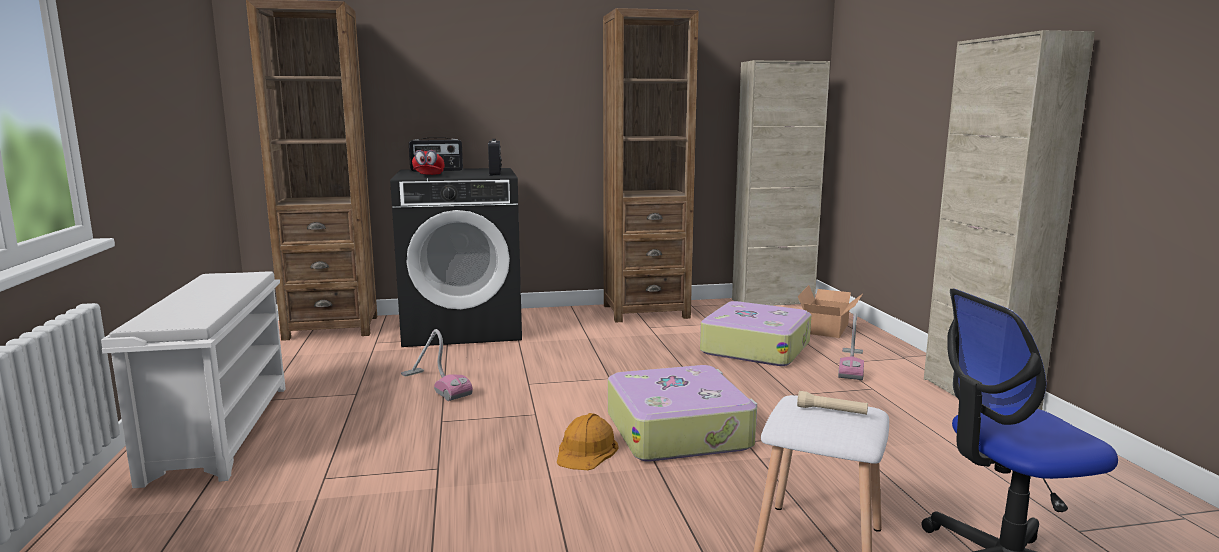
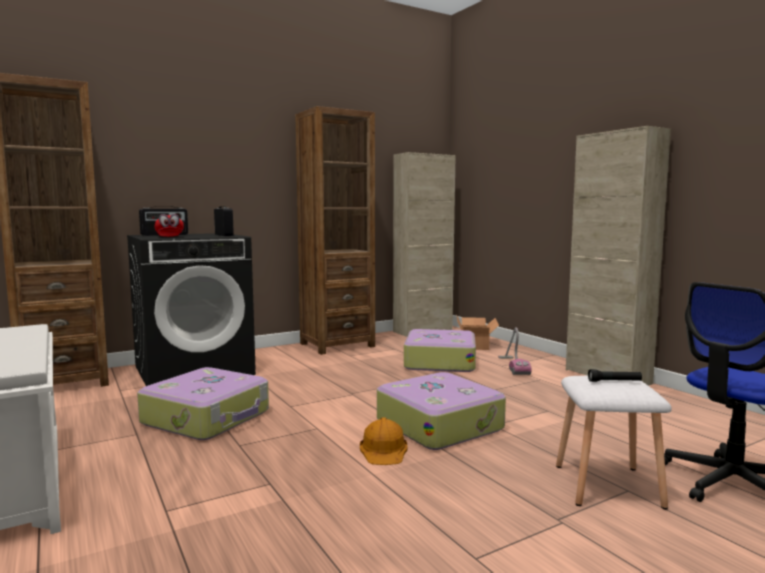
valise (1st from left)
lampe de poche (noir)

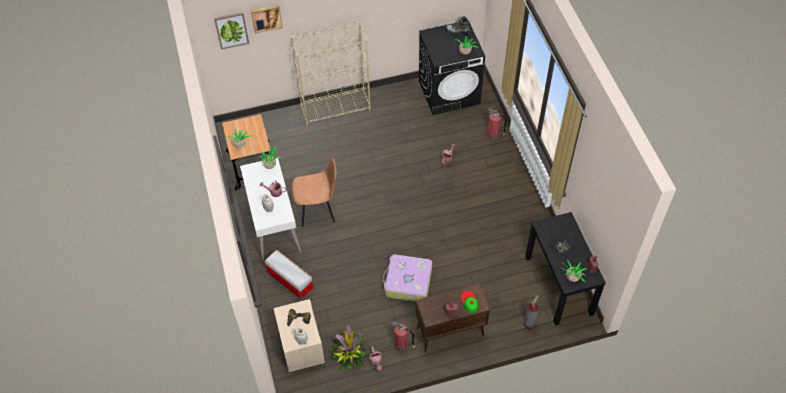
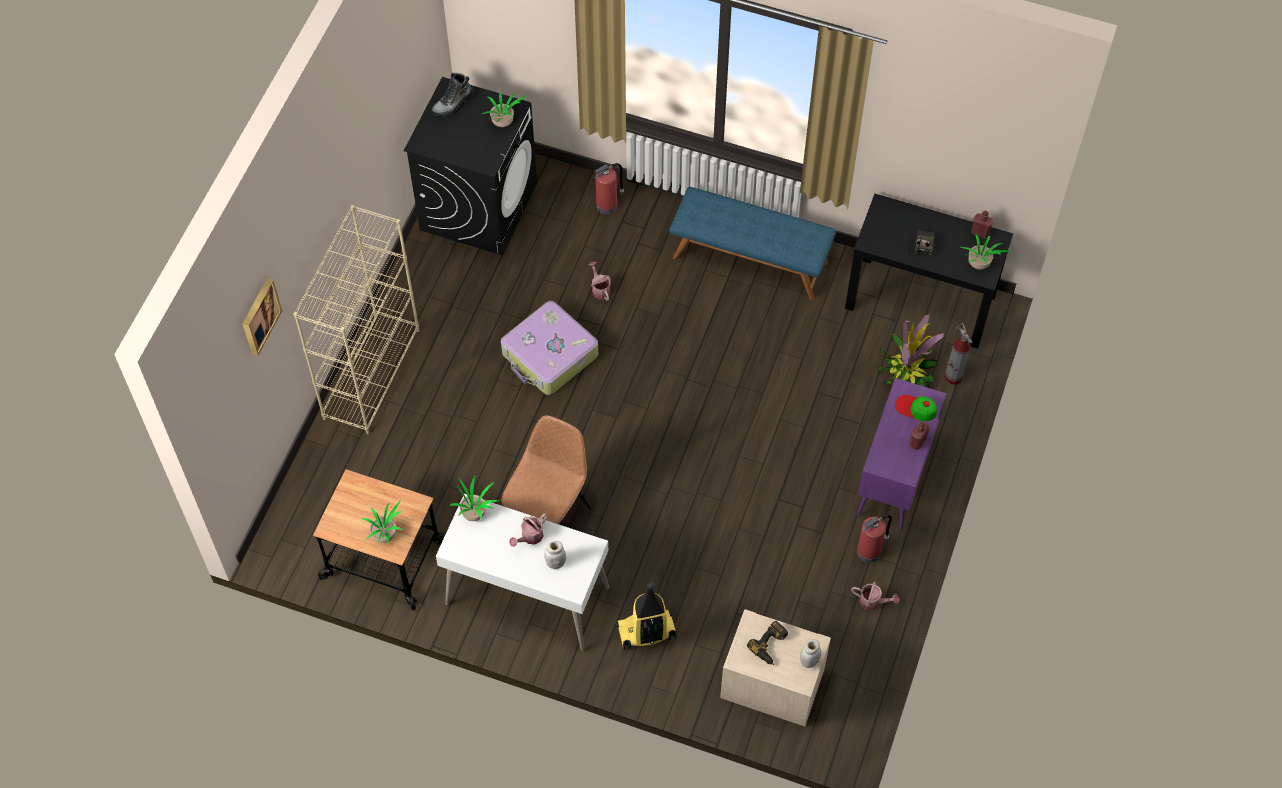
valise
aspirateur
banc (bleu)
meuble de rangement (violet)
plante en pot (4th from left)
tableau (1st from left in the first image)

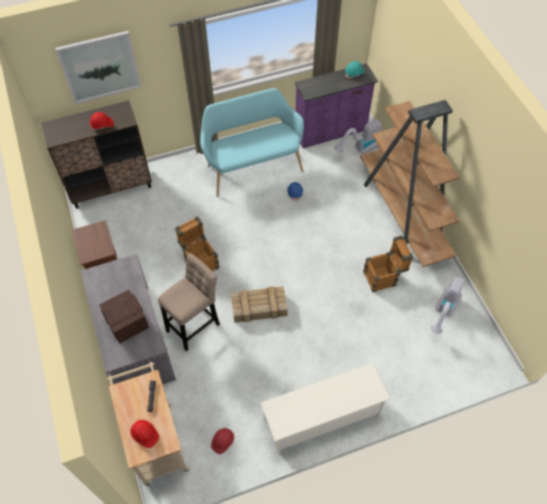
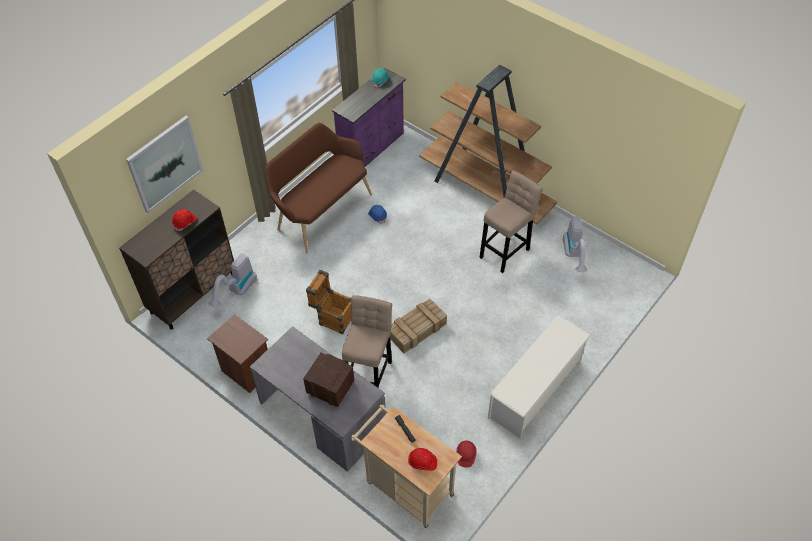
aspirateur (1st from left)
banc (marron)
tabouret (beige) (2nd from left)

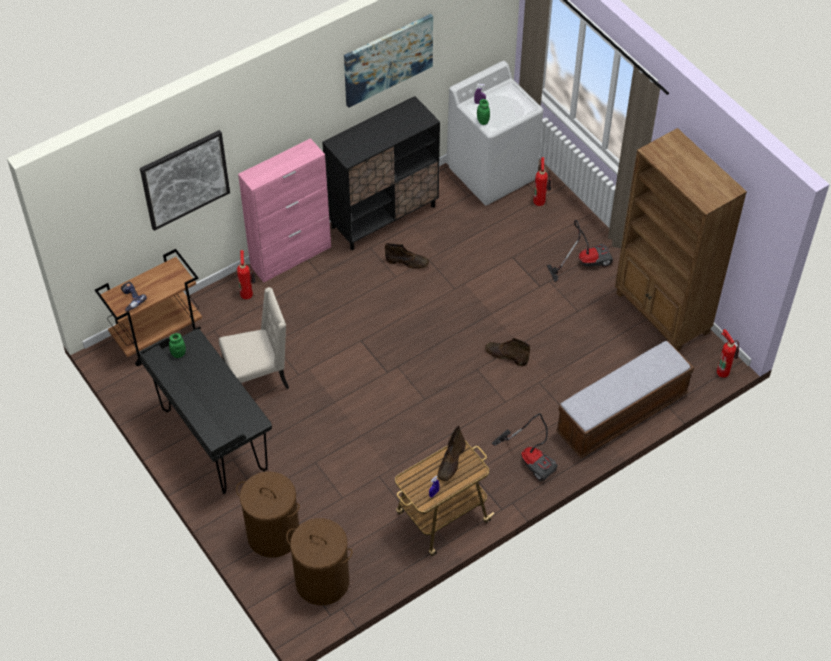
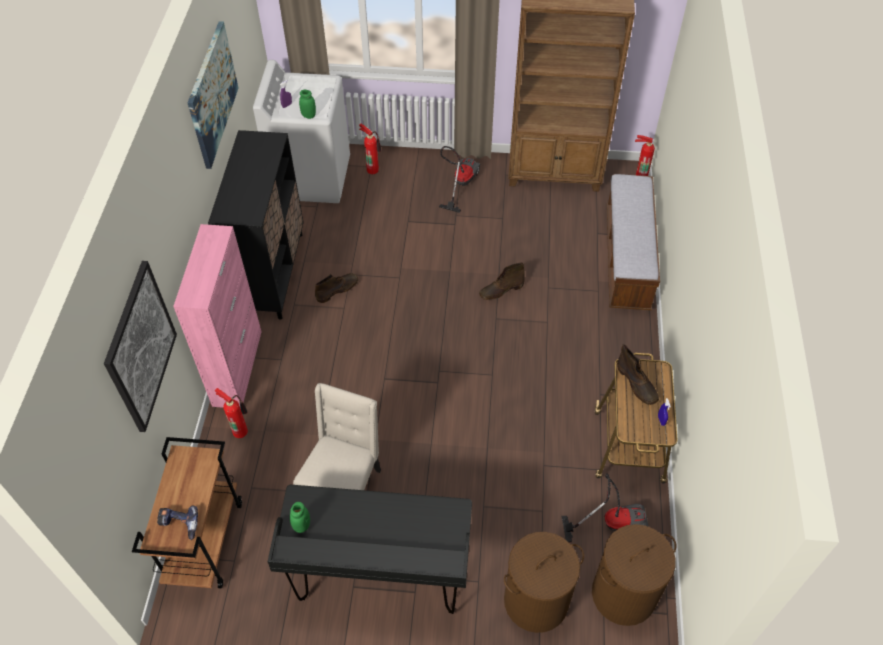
aspirateur (2nd from left)

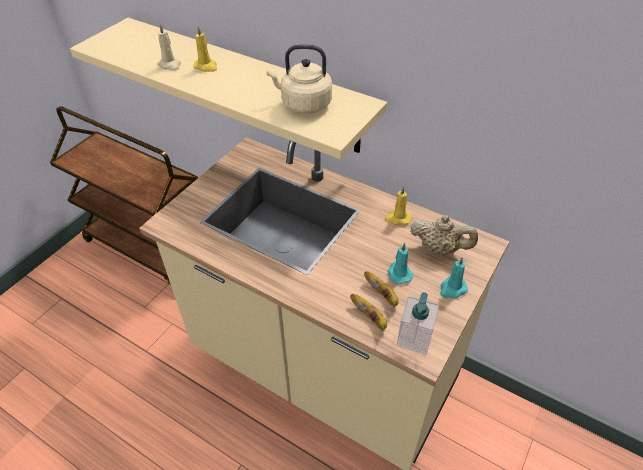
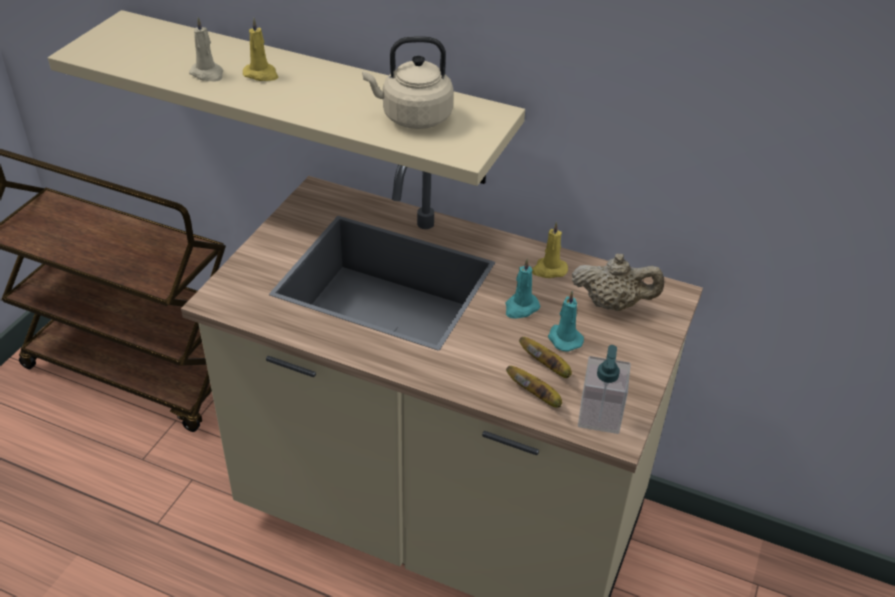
bougie (turquoise) (1st from left)

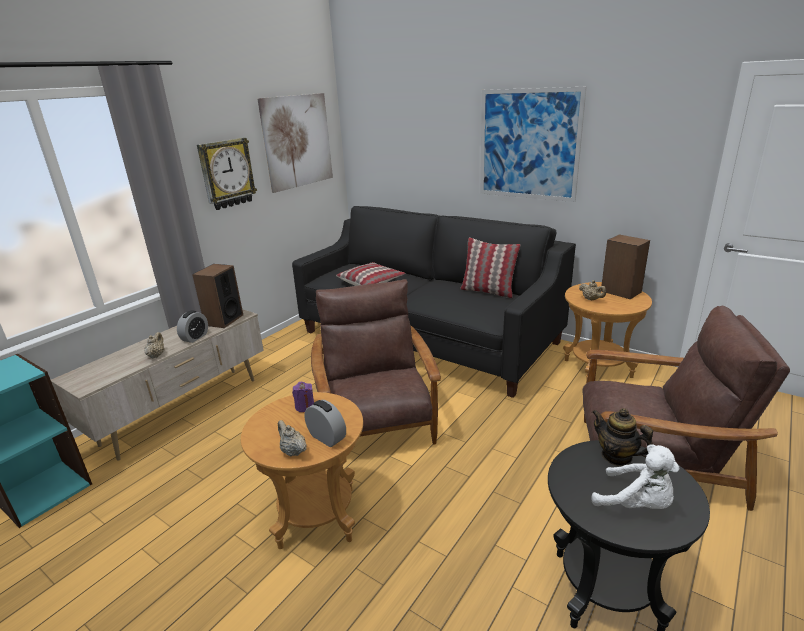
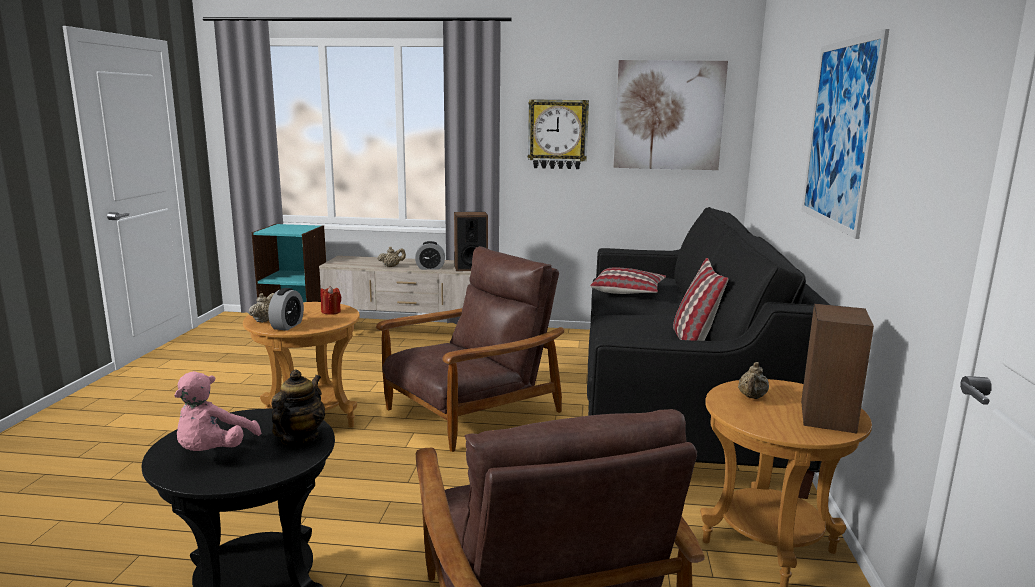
peluche (rose)
bougie (rouge)

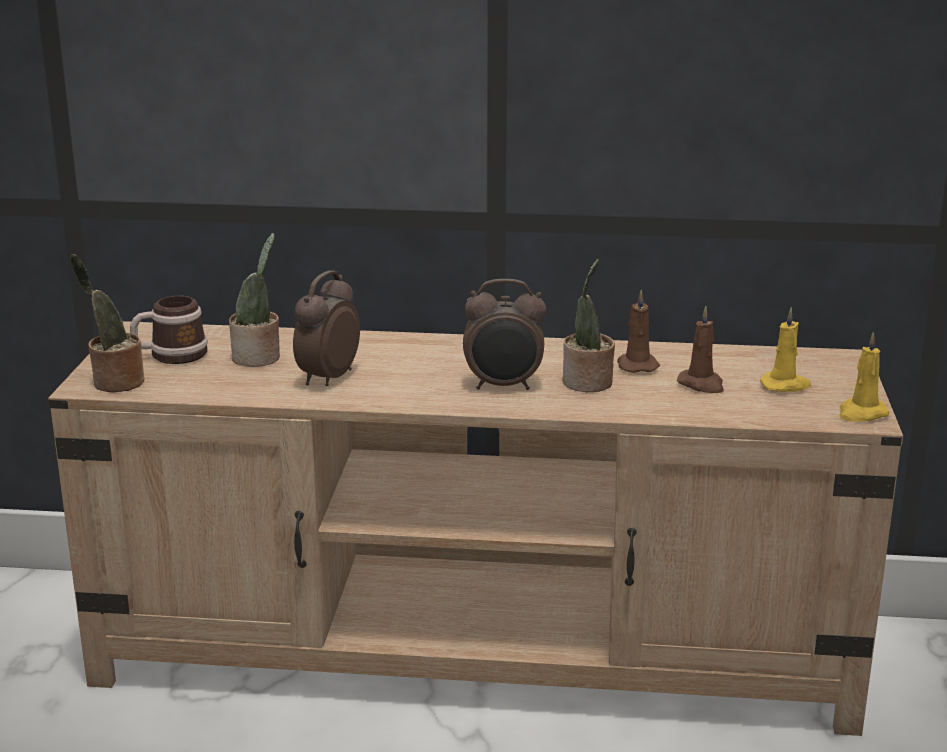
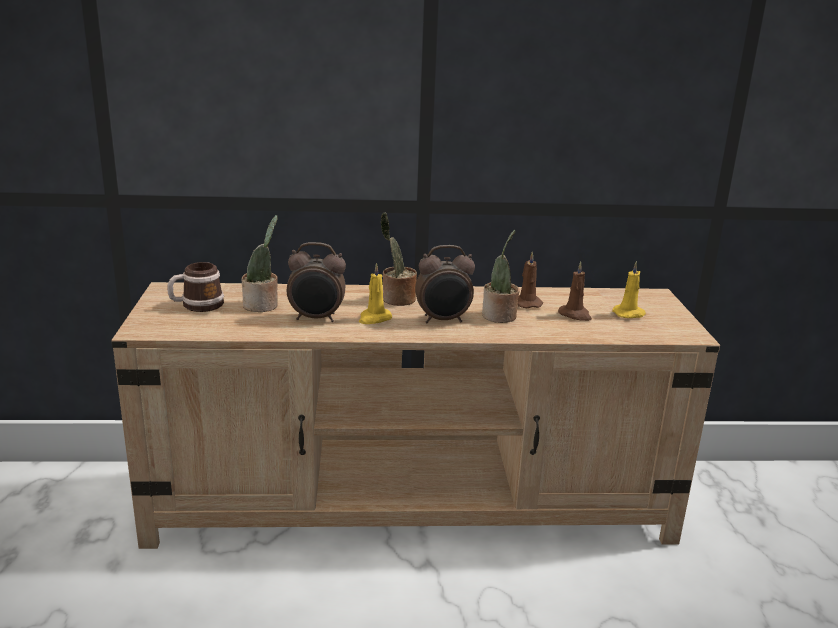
réveil (1st from left)
bougie (jaune) (1st from left)
plante en pot (2nd from left)

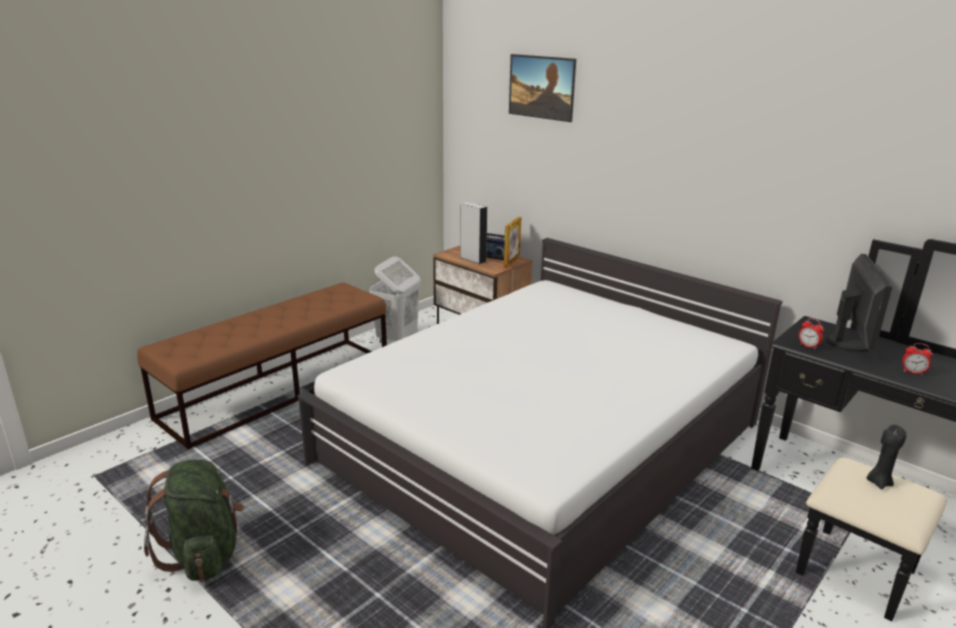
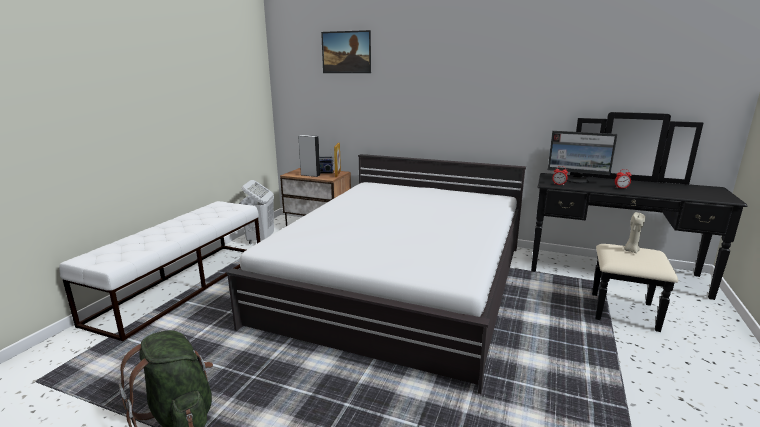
banc (blanc)
écran d'ordinateur
bougie (beige)

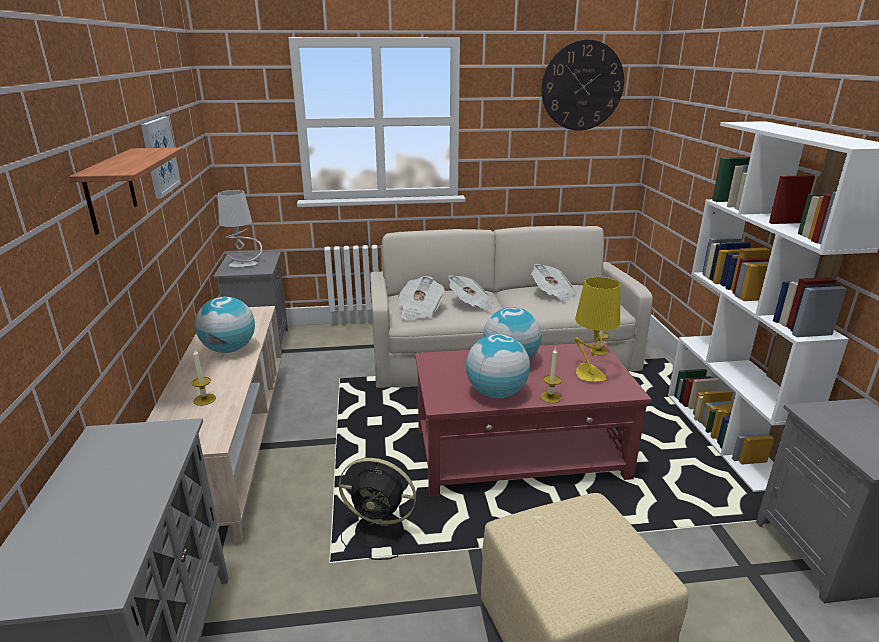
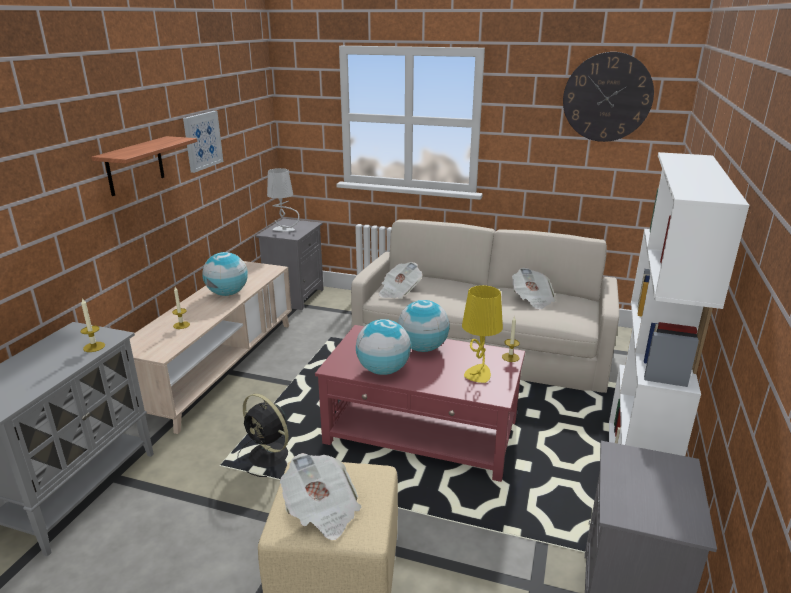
bougie (1st from left)
journal (1st from left)

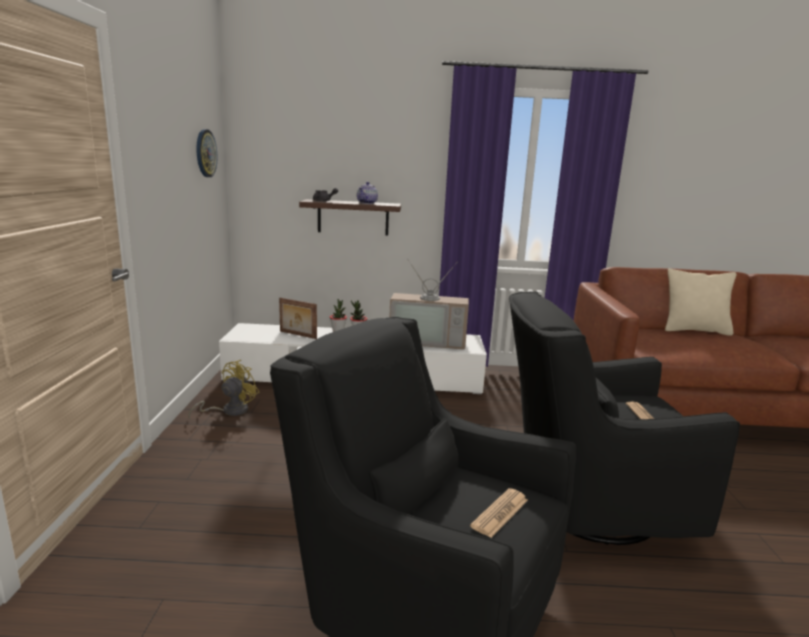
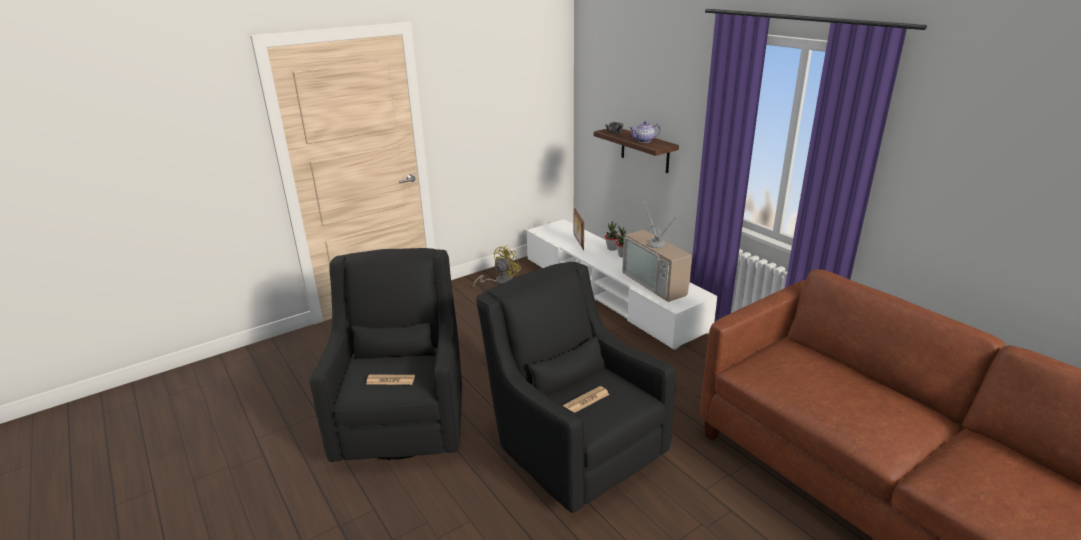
ventilateur (jaune)
horloge murale
coussin (beige)

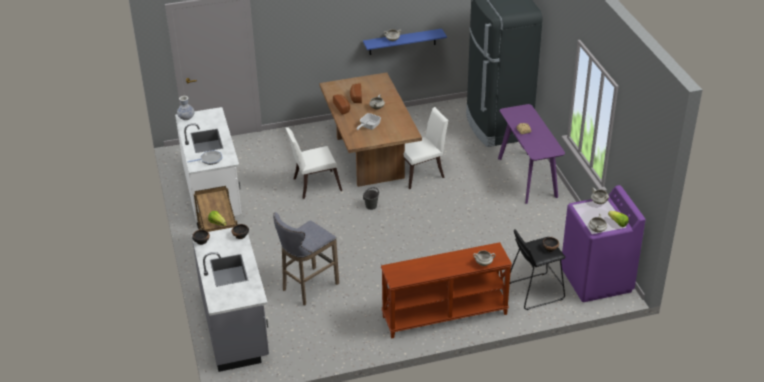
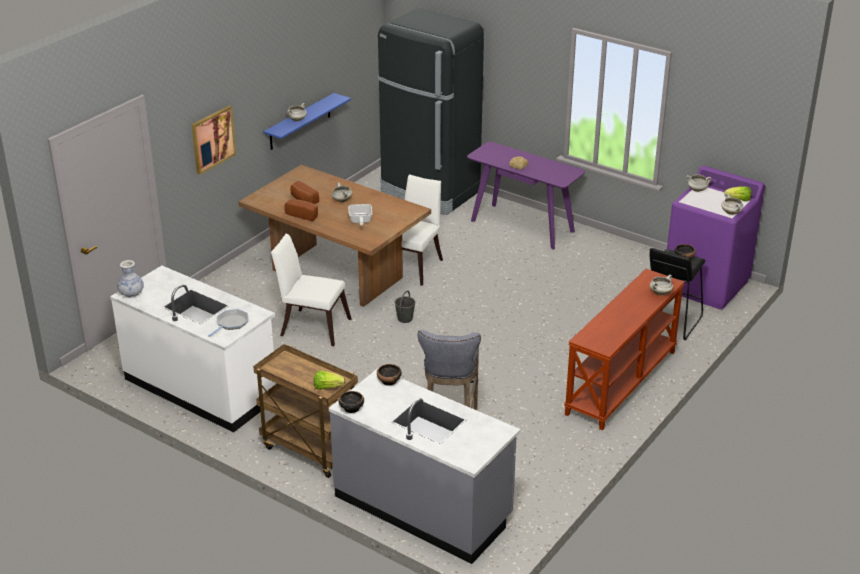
tableau
chaise (blanc) (1st from left)

